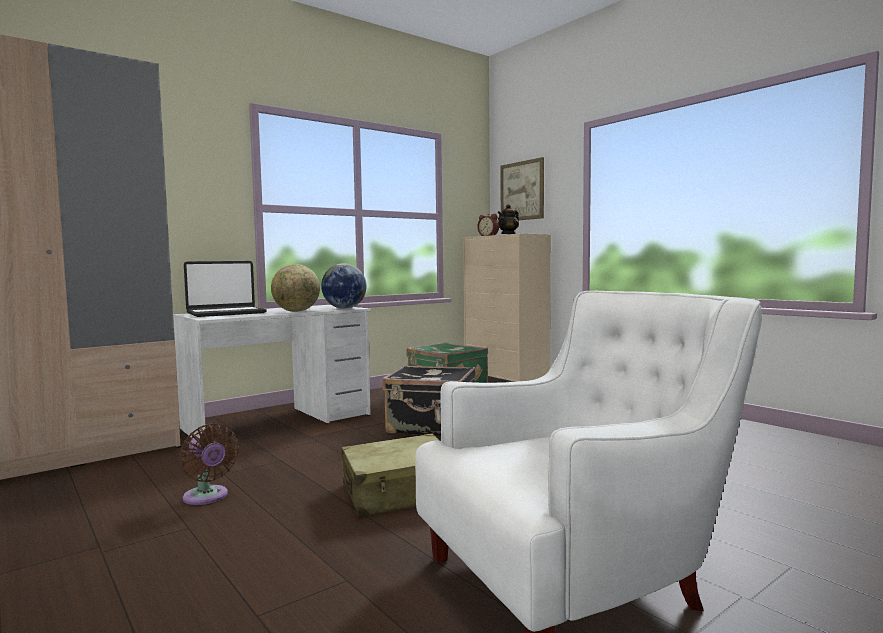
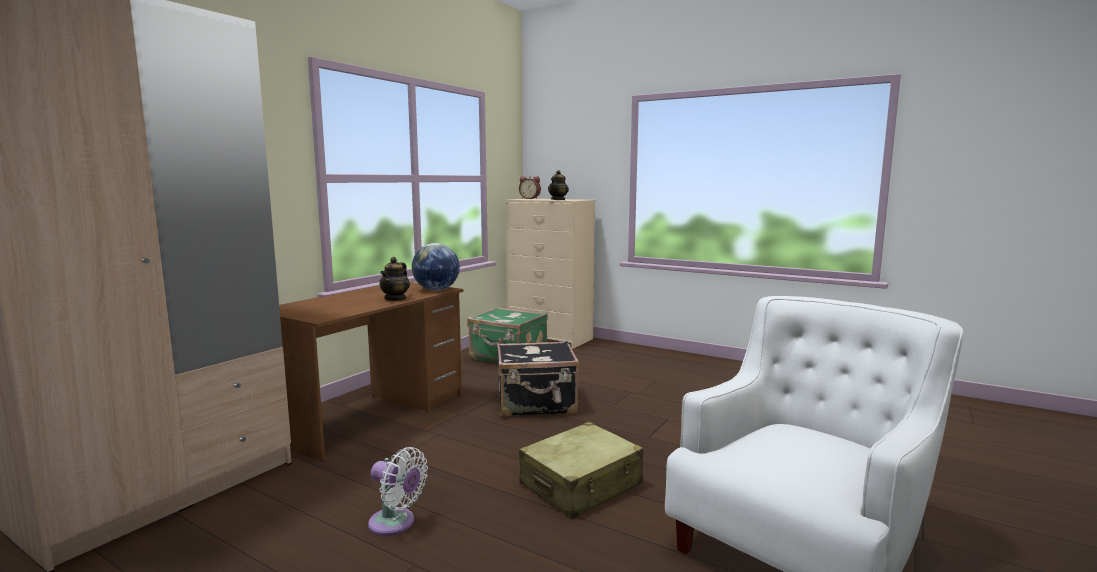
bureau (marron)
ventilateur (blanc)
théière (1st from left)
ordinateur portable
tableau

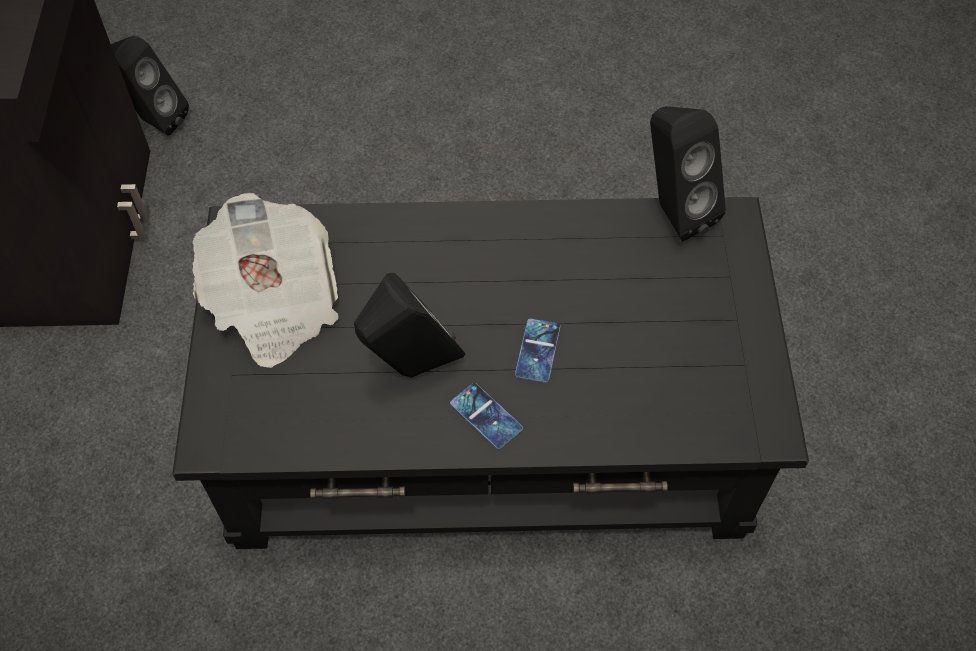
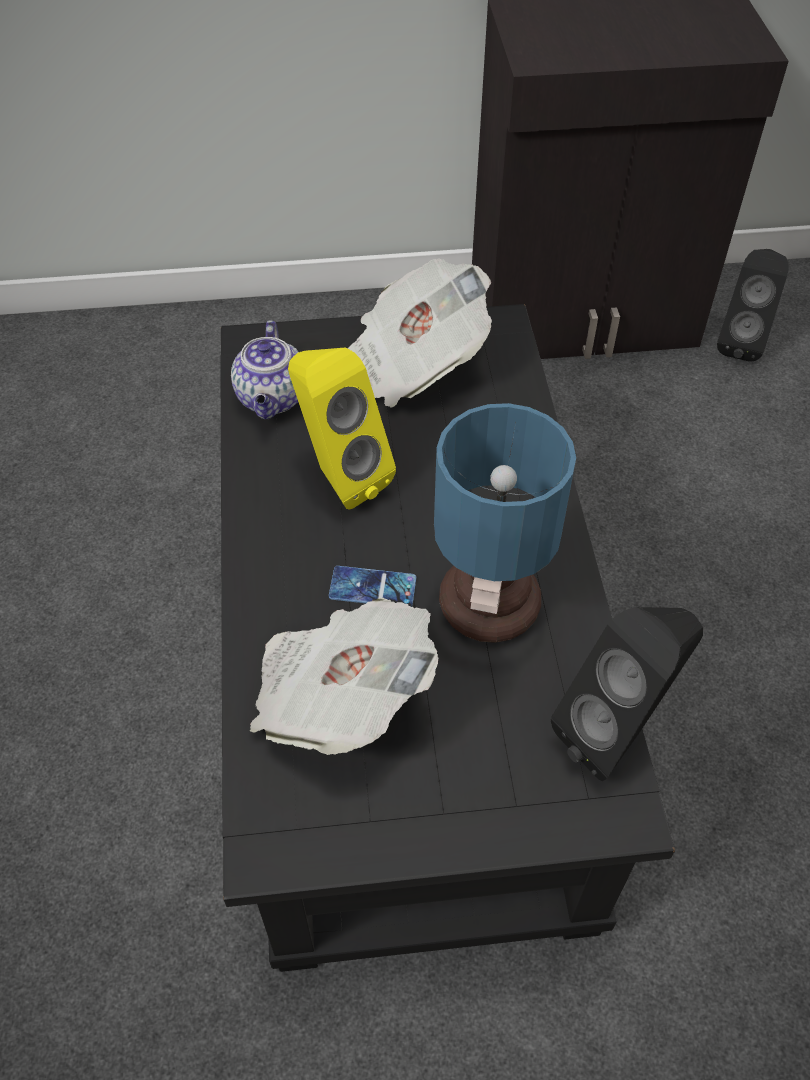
théière
journal (1st from left)
enceinte (jaune)
lampe de table
téléphone (1st from left in the first image)

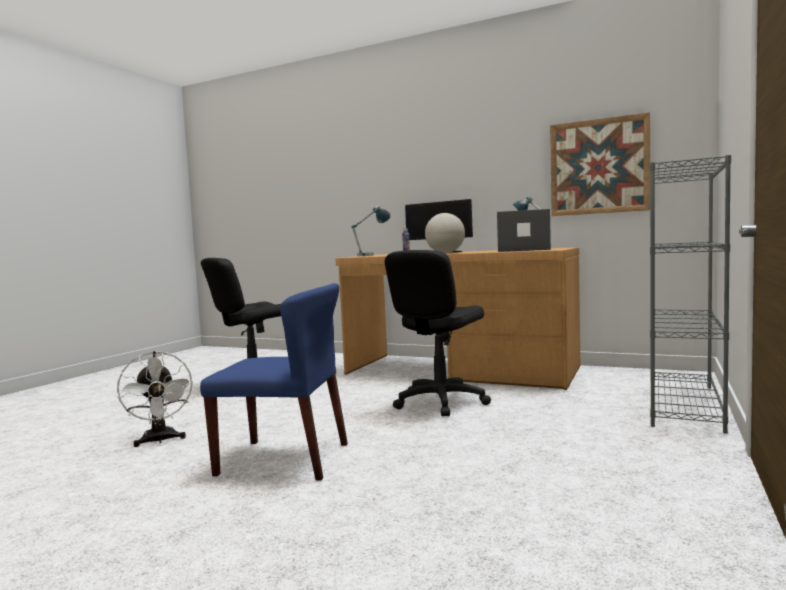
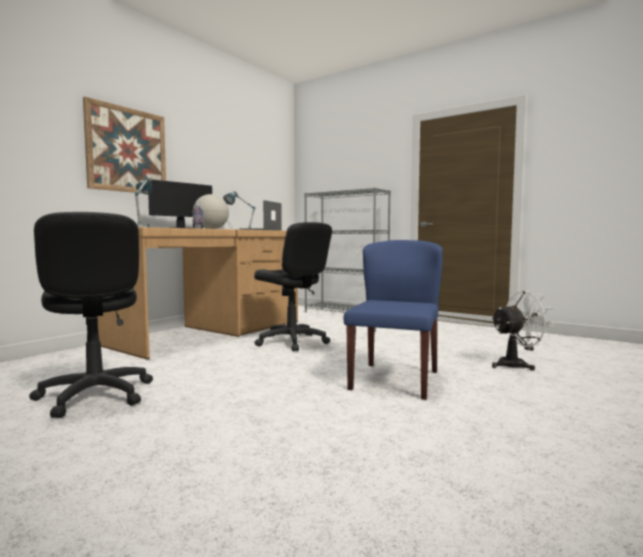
tableau
ventilateur (blanc)

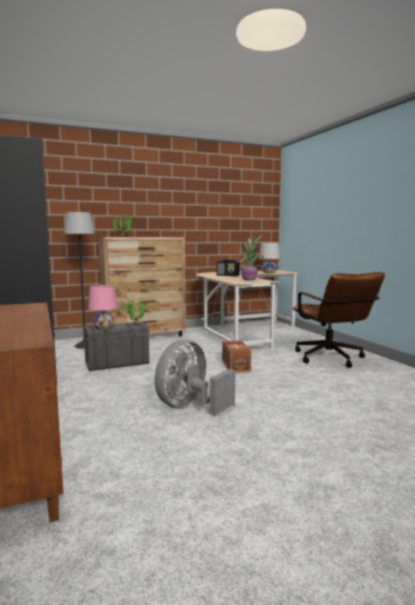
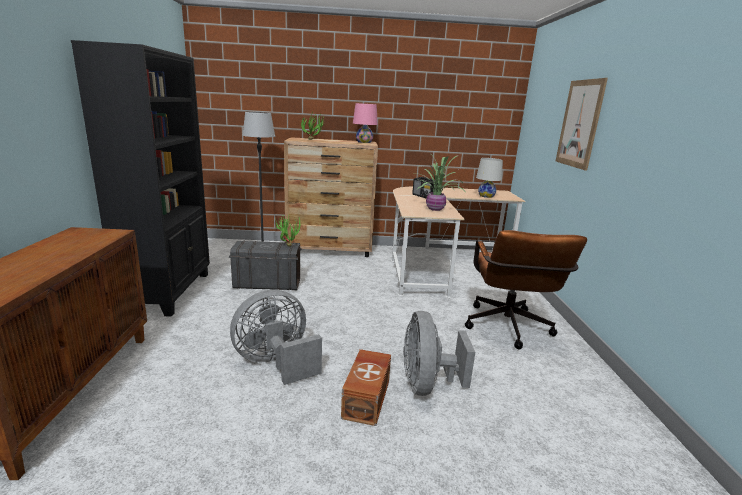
boîte de rangement (marron)
lampe de table (rose)
ventilateur (gris) (2nd from left)
tableau

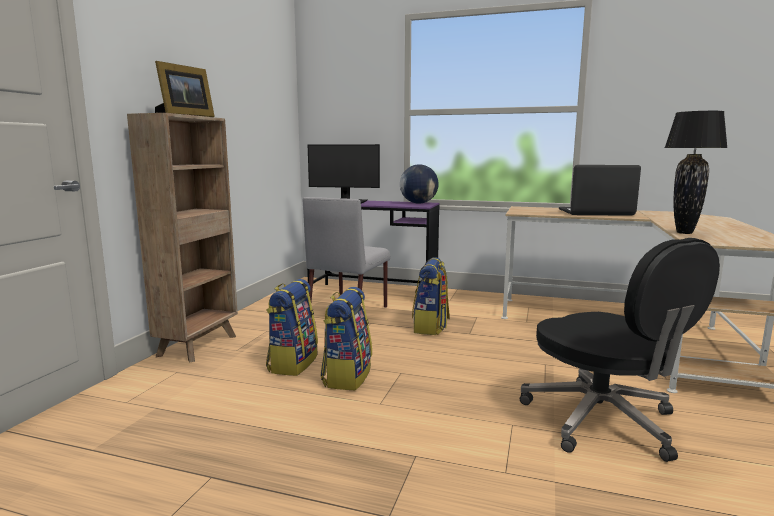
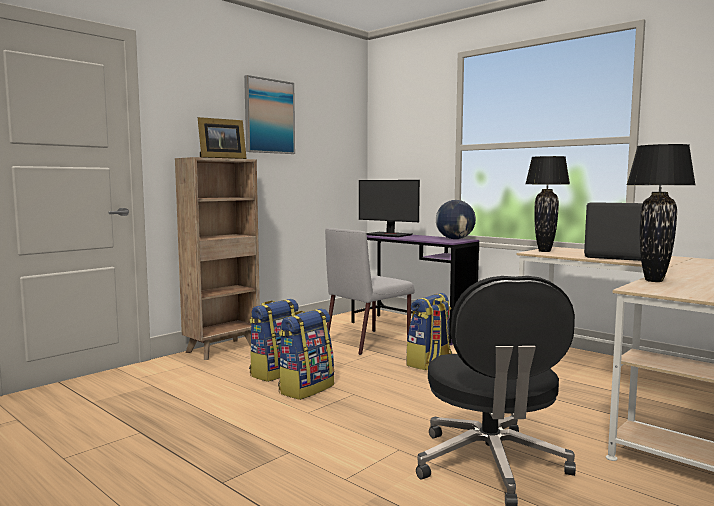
tableau
lampe de table (noir) (1st from left)

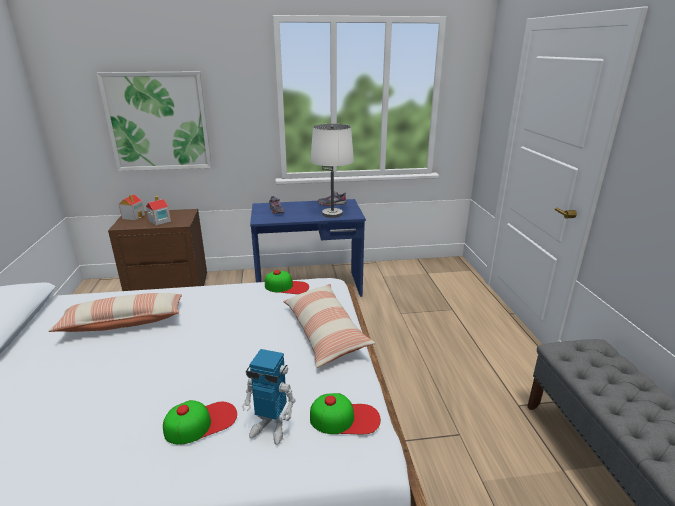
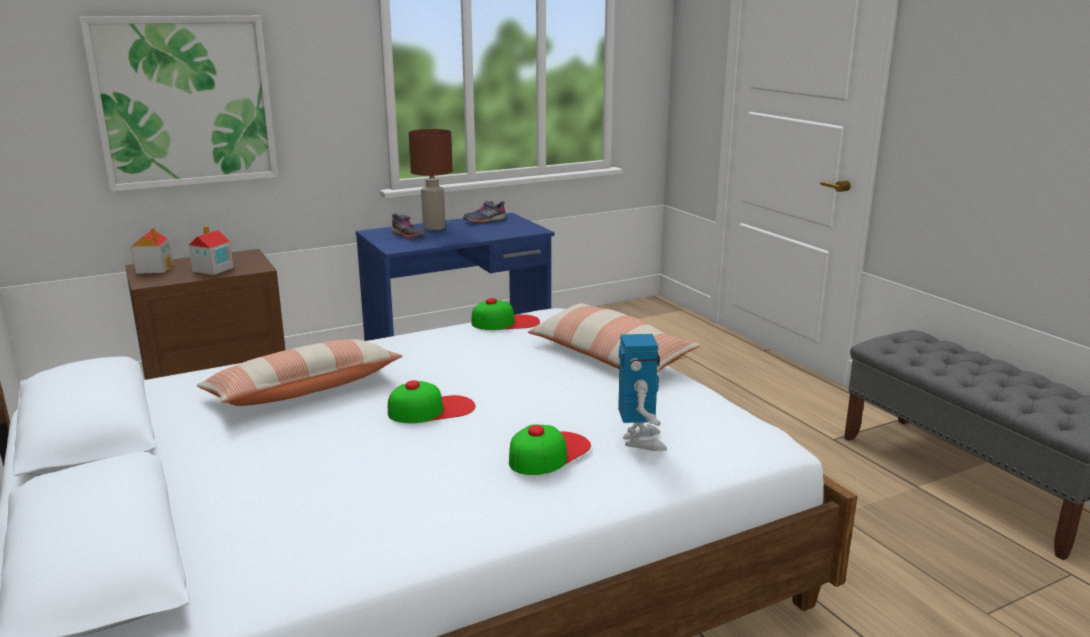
casquette (1st from left)
lampe de table (marron)
robot jouet
lampe de table (blanc)

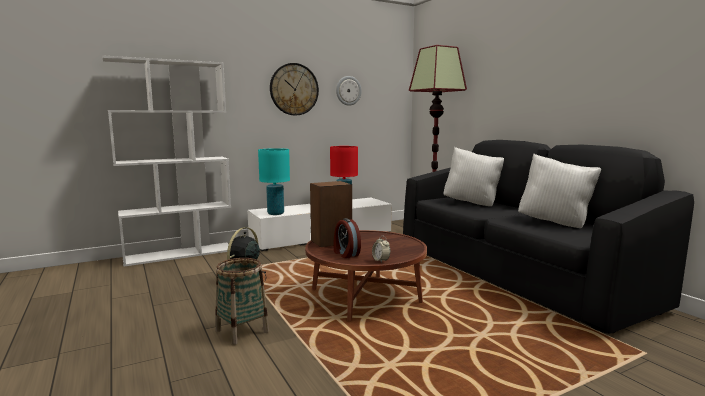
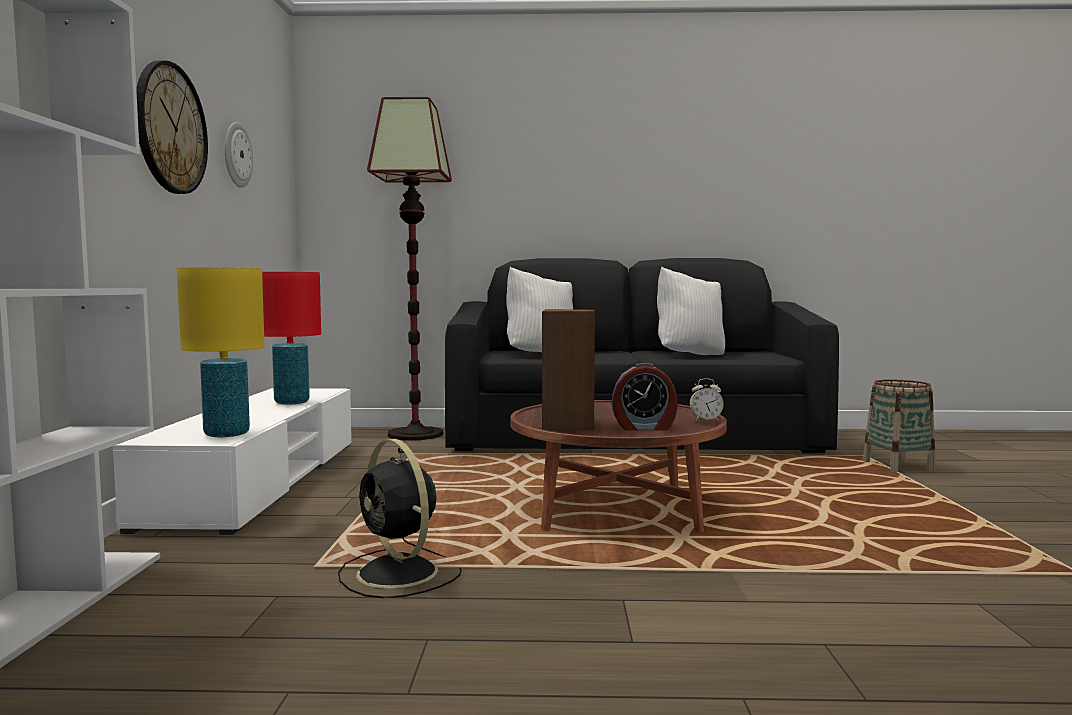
lampe de table (jaune)
panier

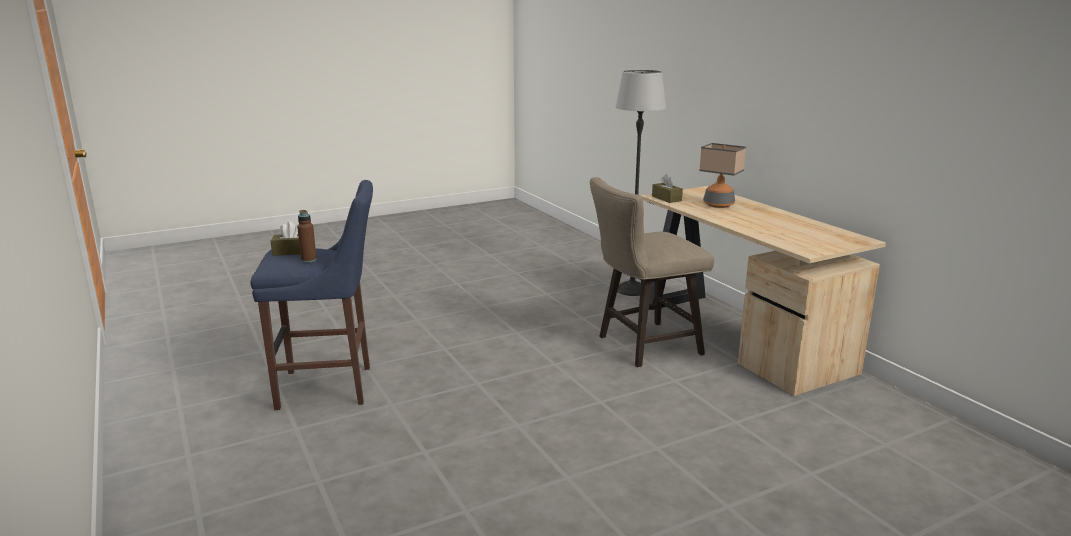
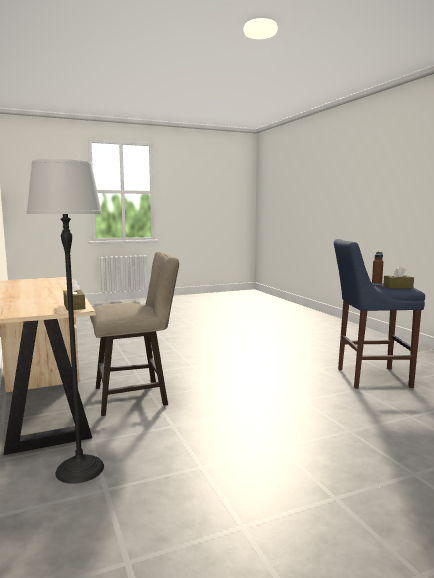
lampe de table

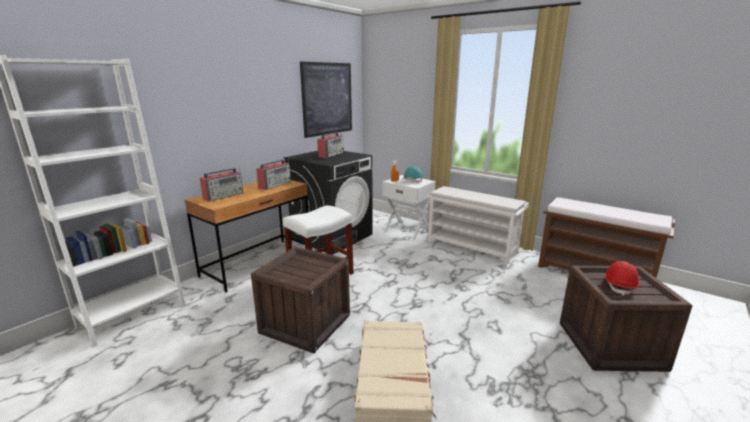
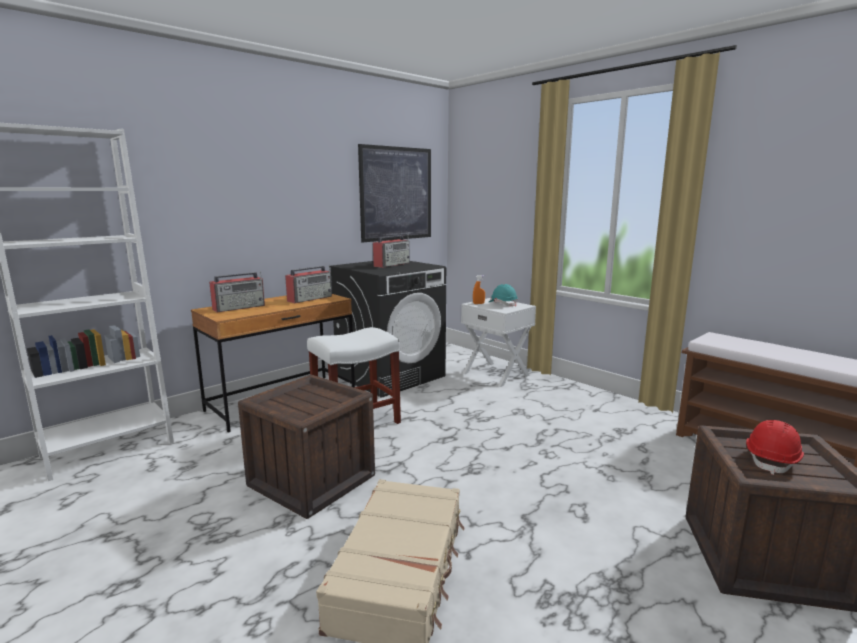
étagère à chaussures (blanc)

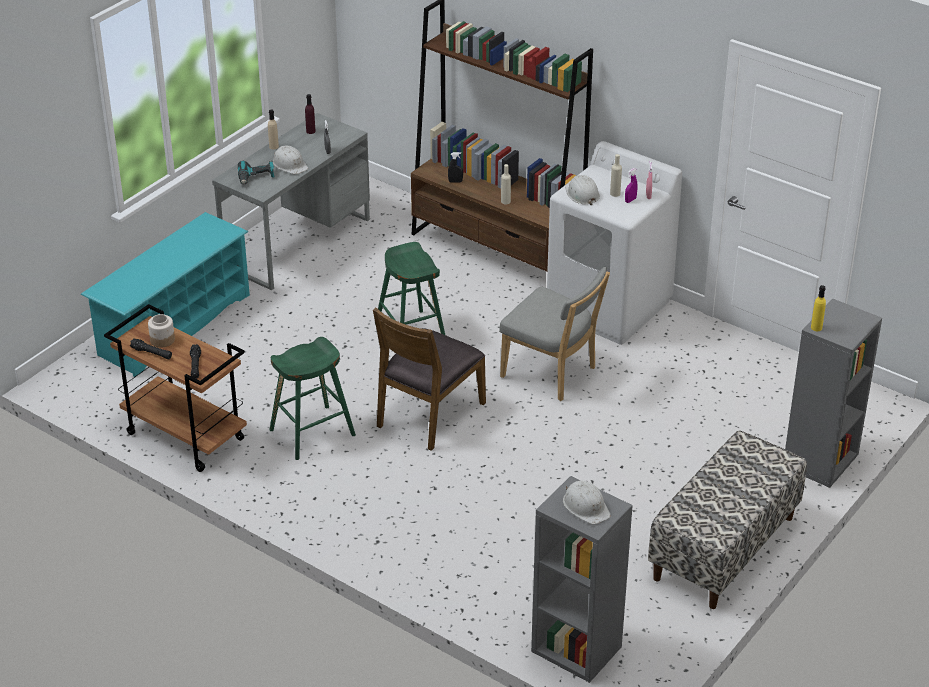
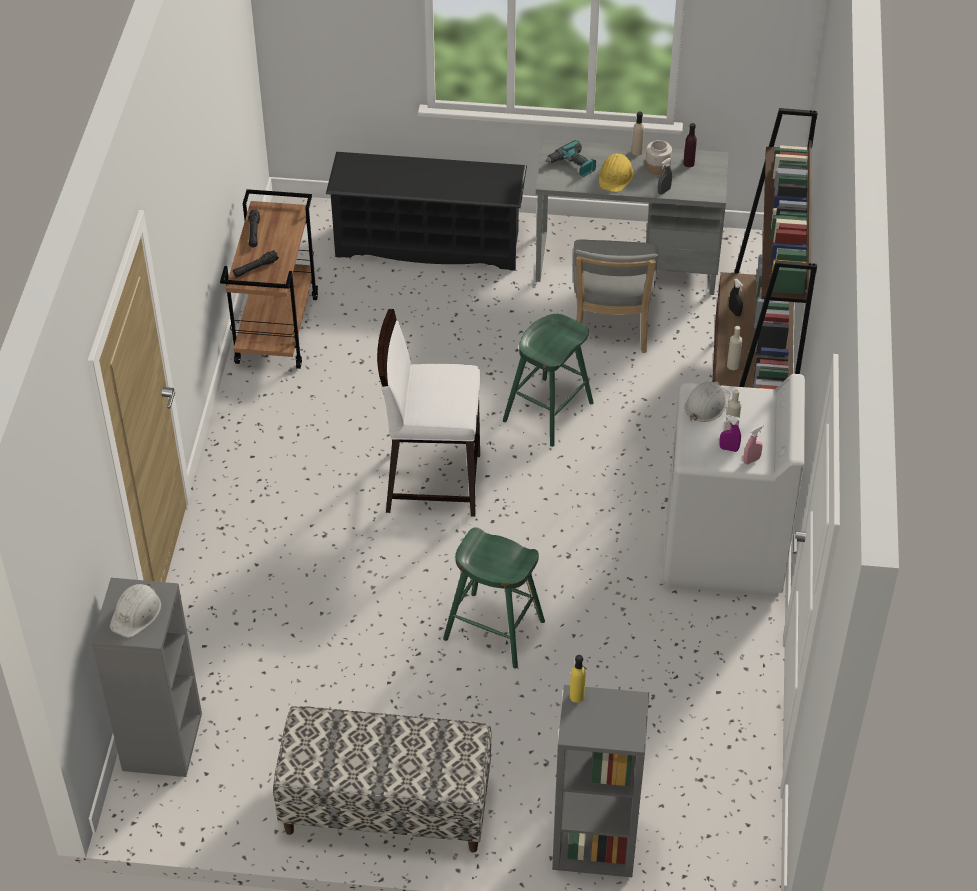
étagère à chaussures (noir)
tabouret (blanc)
tabouret (vert) (1st from left)
chaise (gris)
casque de chantier (jaune)
bocal

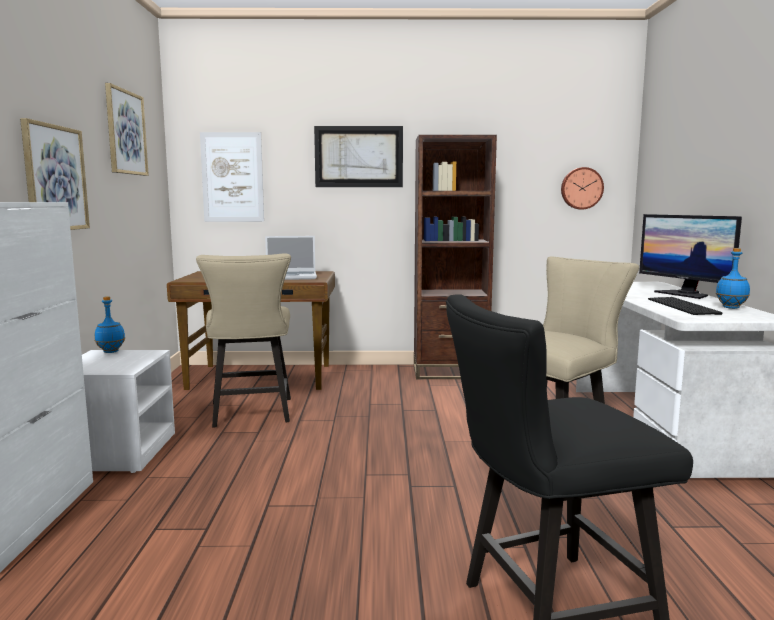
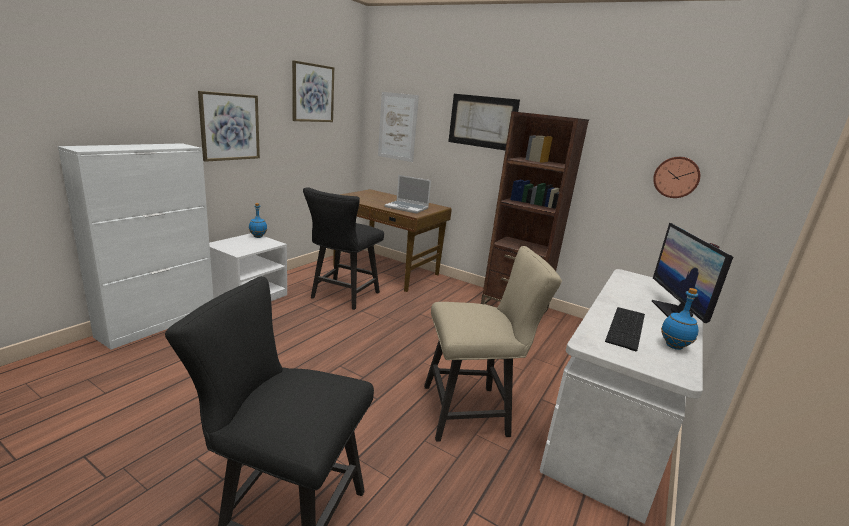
chaise (noir) (2nd from left)

